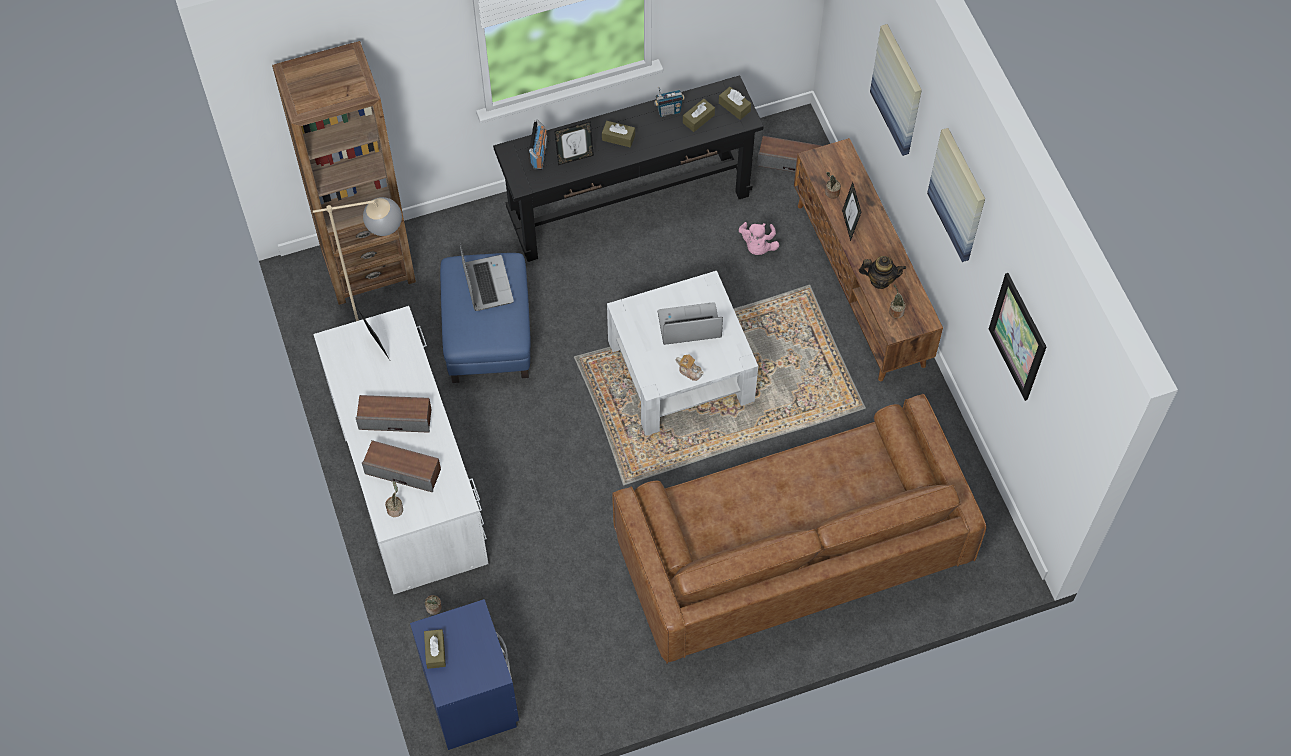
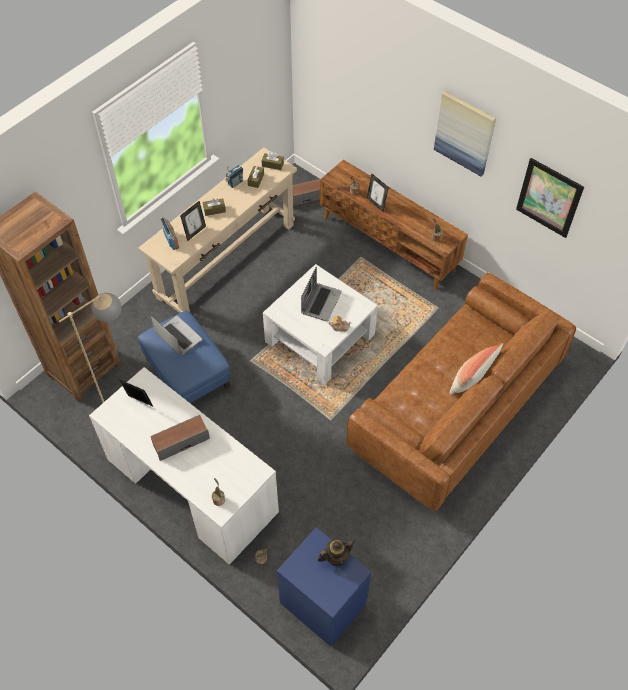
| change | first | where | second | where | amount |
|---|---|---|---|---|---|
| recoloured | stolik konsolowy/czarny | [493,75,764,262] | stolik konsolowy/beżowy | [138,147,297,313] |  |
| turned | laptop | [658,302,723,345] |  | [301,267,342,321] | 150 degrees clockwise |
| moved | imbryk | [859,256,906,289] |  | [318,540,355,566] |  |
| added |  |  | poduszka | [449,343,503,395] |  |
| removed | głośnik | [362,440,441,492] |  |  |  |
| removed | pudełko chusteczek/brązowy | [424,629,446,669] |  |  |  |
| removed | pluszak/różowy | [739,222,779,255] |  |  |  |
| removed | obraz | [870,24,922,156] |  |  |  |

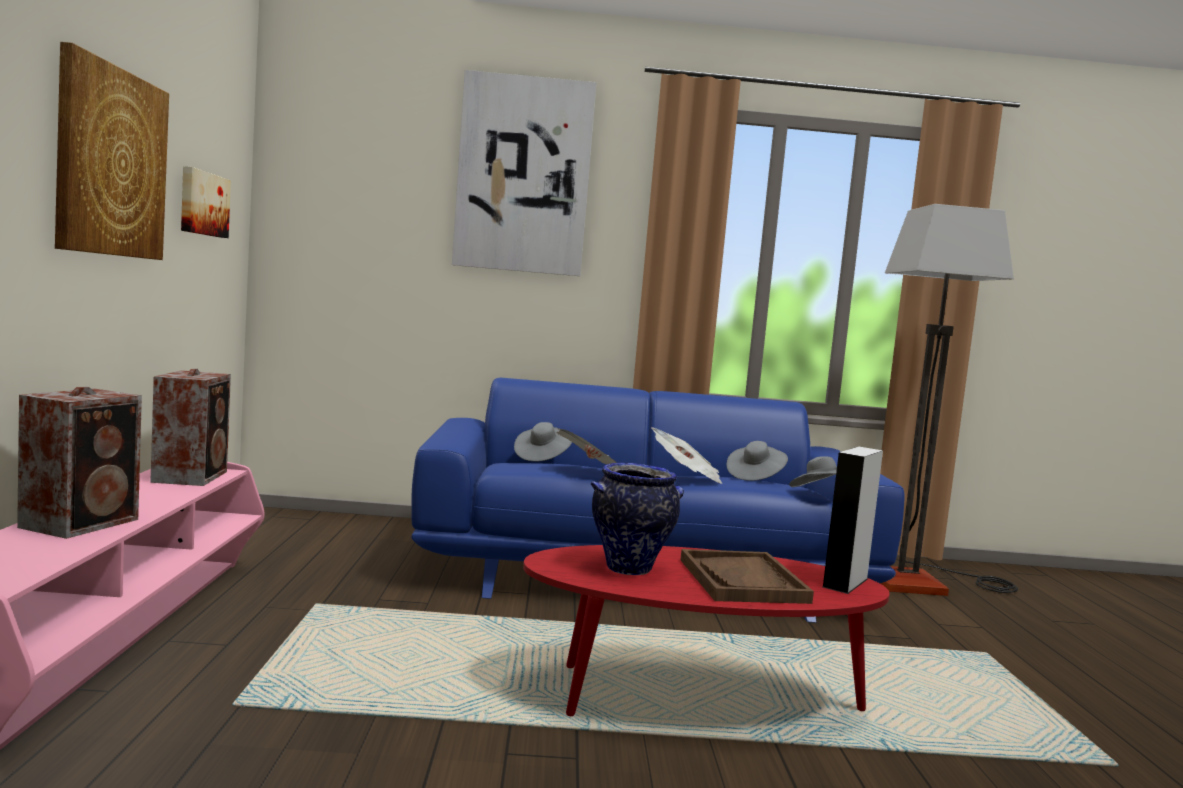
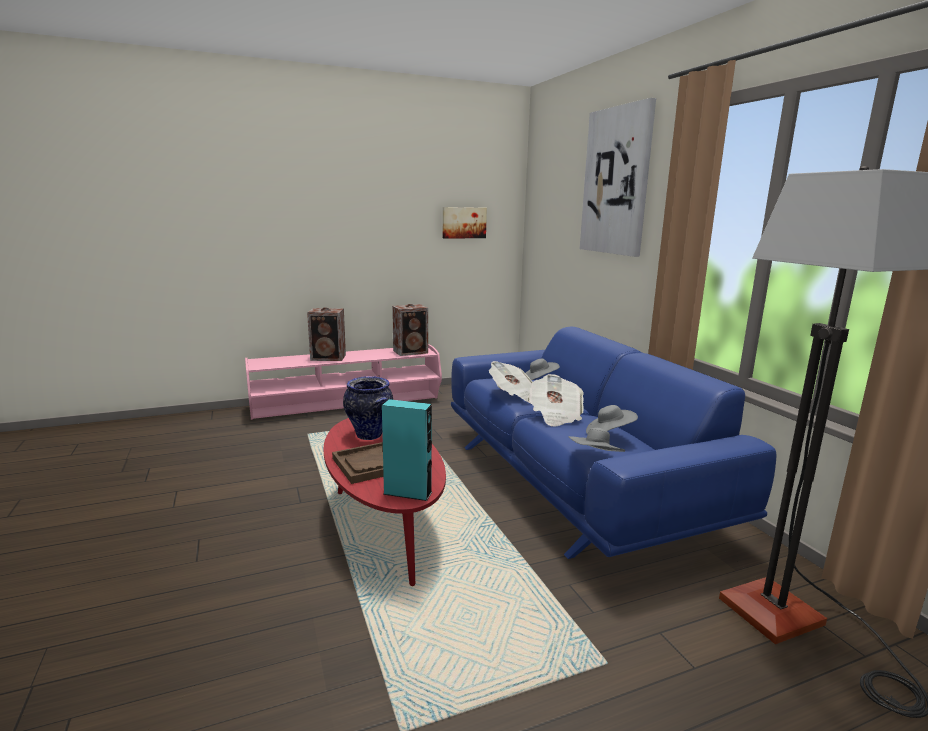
| change | first | where | second | where | amount |
|---|---|---|---|---|---|
| recoloured | głośnik/szary | [822,446,883,594] | głośnik/turkusowy | [382,399,432,501] |  |
| removed | obraz | [55,42,169,260] |  |  |  |

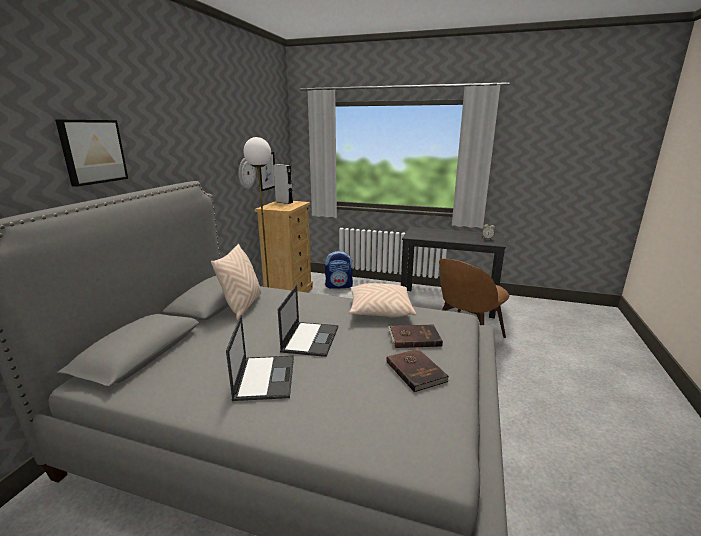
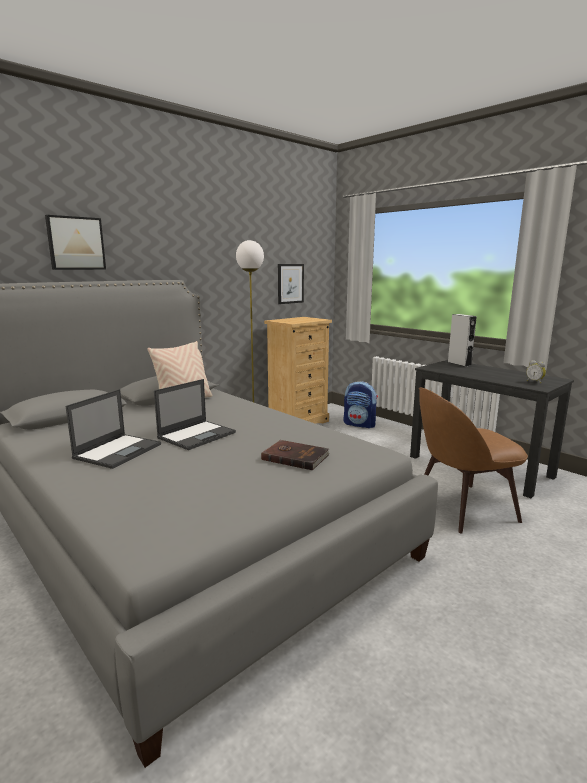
| change | first | where | second | where | amount |
|---|---|---|---|---|---|
| moved | głośnik/szary | [273,164,293,204] |  | [448,314,477,367] |  |
| removed | zegar ścienny | [239,158,256,189] |  |  |  |
| removed | poduszka/beżowy | [349,283,416,317] |  |  |  |
| removed | książka/brązowy | [386,348,449,392] |  |  |  |

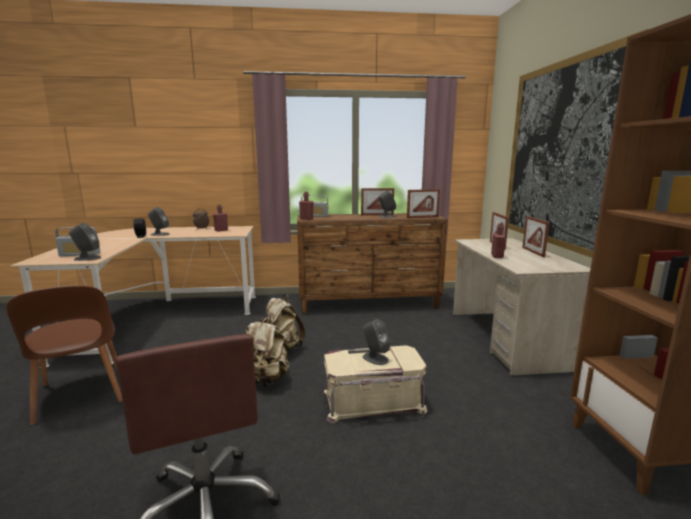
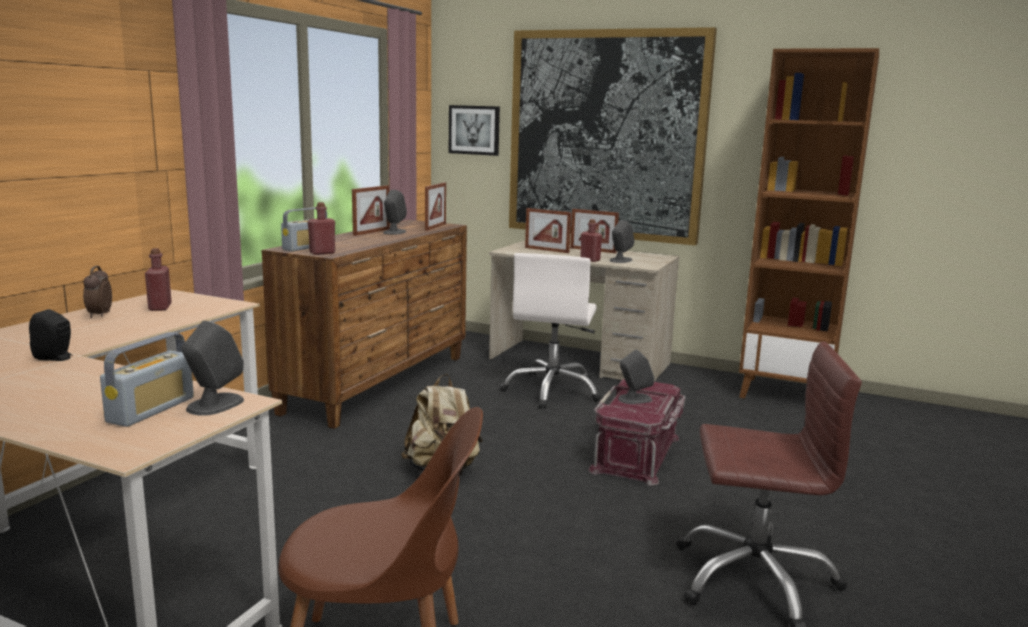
| change | first | where | second | where | amount |
|---|---|---|---|---|---|
| added |  |  | obraz | [449,105,500,156] |  |
| added |  |  | krzesło biurowe/biały | [500,253,602,409] |  |
| recoloured | pojemnik do przechowywania/beżowy | [322,345,428,423] | pojemnik do przechowywania/czerwony | [589,379,685,486] |  |
| moved | głośnik/szary | [148,207,169,236] |  | [609,220,634,263] |  |
| removed | plecak/beżowy | [246,315,289,387] |  |  |  |

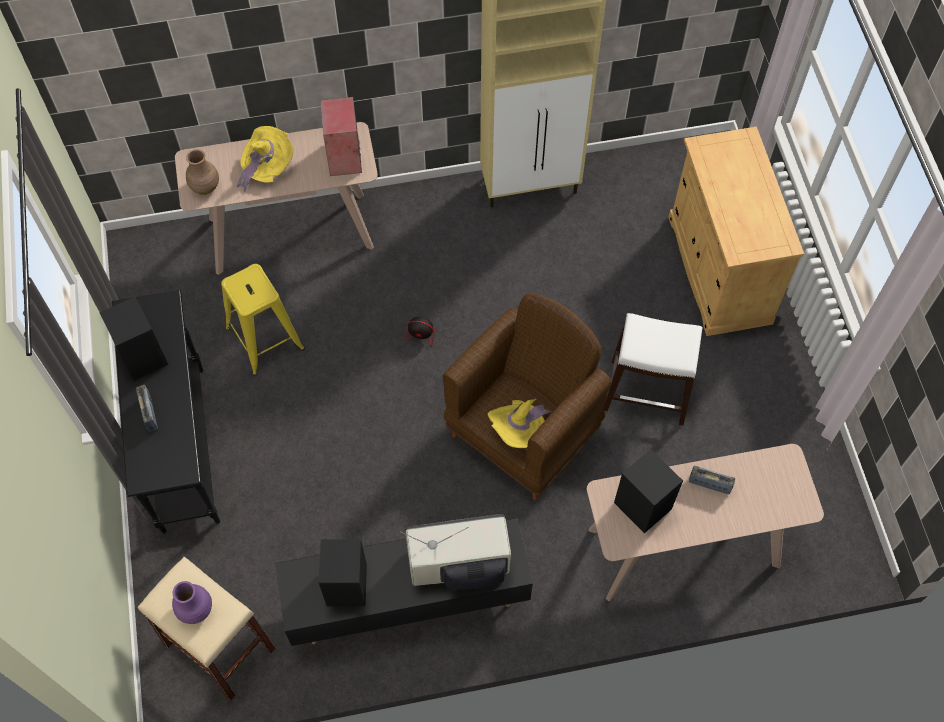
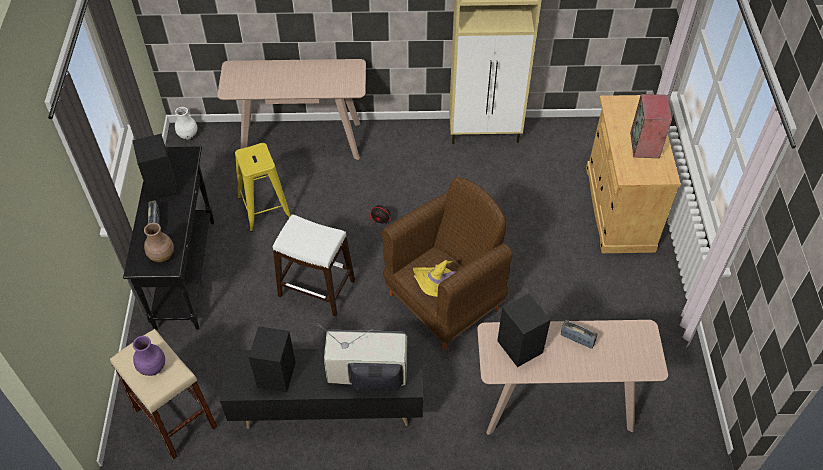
| change | first | where | second | where | amount |
|---|---|---|---|---|---|
| moved | wazon/brązowy | [186,149,219,195] |  | [144,223,174,262] |  |
| added |  |  | wazon/biały | [175,107,198,140] |  |
| moved | stołek/biały | [603,313,702,425] |  | [273,215,355,316] |  |
| moved | głośnik | [320,97,362,176] |  | [630,94,672,158] |  |
| removed | kapelusz/żółty | [237,126,293,192] |  |  |  |

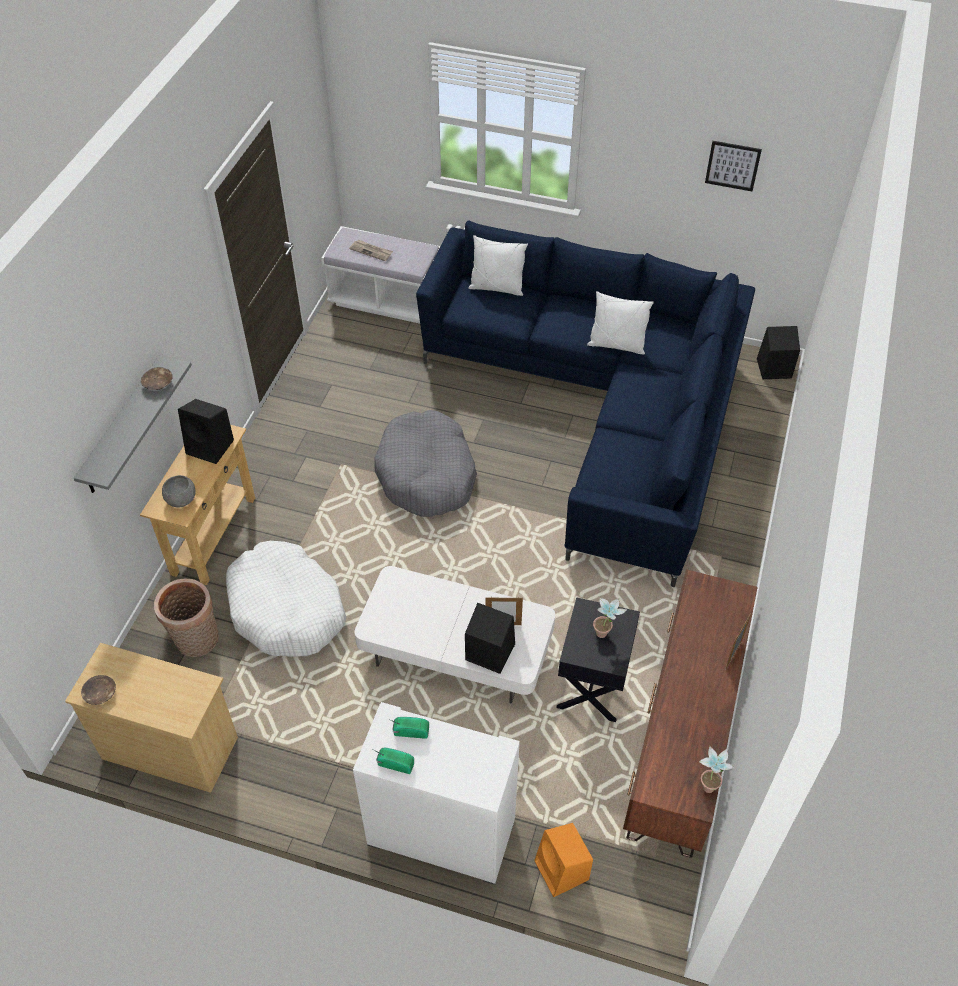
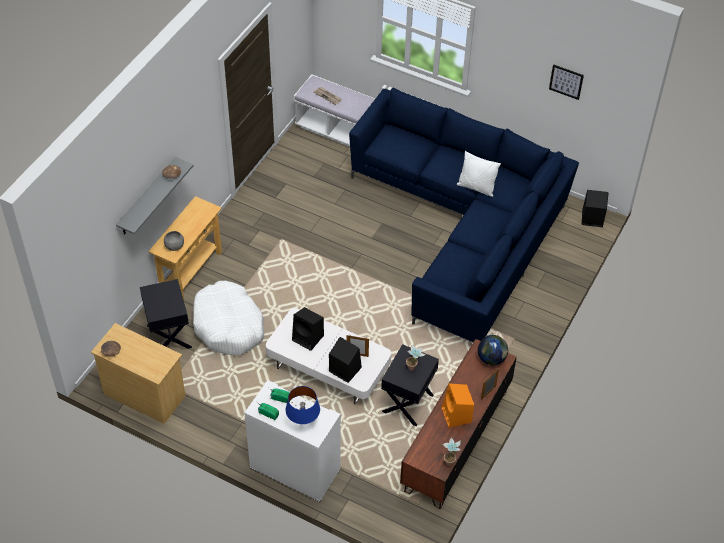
| change | first | where | second | where | amount |
|---|---|---|---|---|---|
| replaced | koszyk | [154,579,219,657] | stolik/czarny | [140,279,192,349] |  |
| added |  |  | lampa stołowa/niebieski | [286,386,320,424] |  |
| moved | głośnik/czarny | [178,399,234,464] |  | [292,307,324,351] |  |
| moved | głośnik/pomarańczowy | [534,823,593,897] |  | [441,384,474,428] |  |
| added |  |  | globus | [478,335,508,365] |  |
| removed | legowisko/szary | [374,410,477,517] |  |  |  |
| removed | poduszka/biały | [468,235,528,296] |  |  |  |

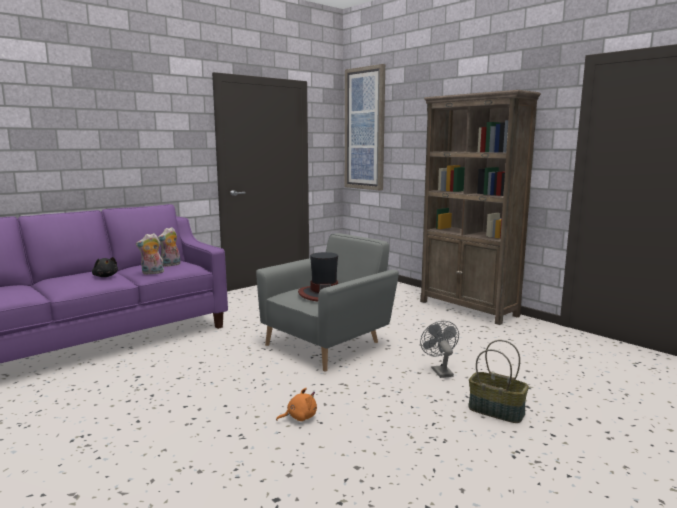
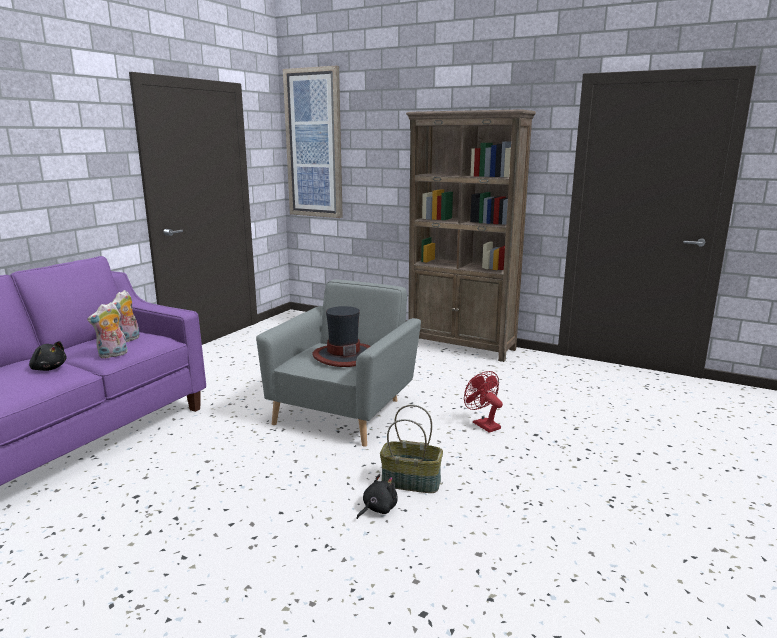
| change | first | where | second | where | amount |
|---|---|---|---|---|---|
| recoloured | pluszak/pomarańczowy | [276,388,317,421] | pluszak/czarny | [356,474,397,519] |  |
| moved | koszyk | [469,340,529,423] |  | [380,405,443,493] |  |
| recoloured | wentylator/szary | [420,321,459,378] | wentylator/czerwony | [464,371,503,433] |  |

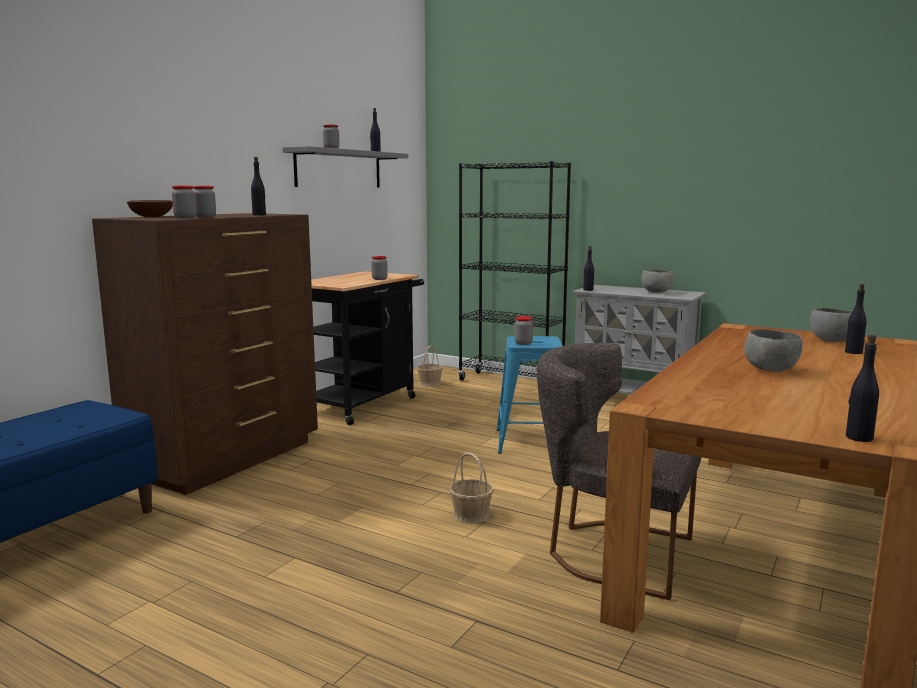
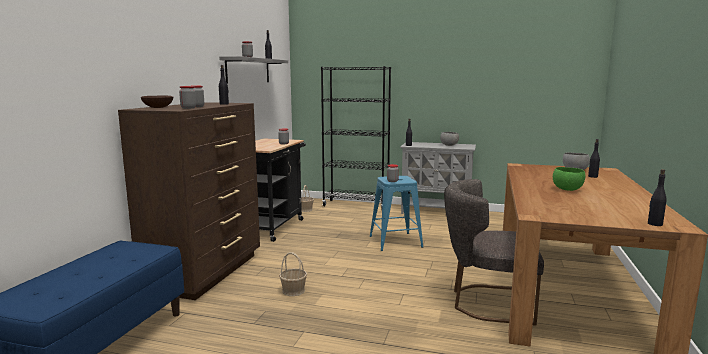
| change | first | where | second | where | amount |
|---|---|---|---|---|---|
| moved | koszyk | [449,452,494,523] |  | [279,252,307,296] |  |
| recoloured | miska/szary | [744,329,802,372] | miska/zielony | [553,167,585,191] |  |

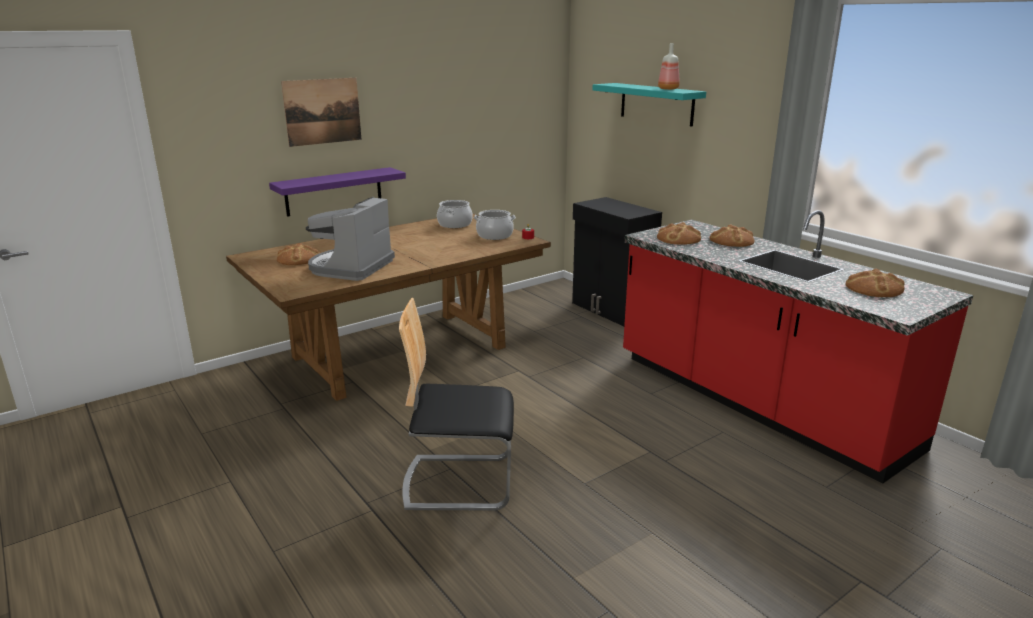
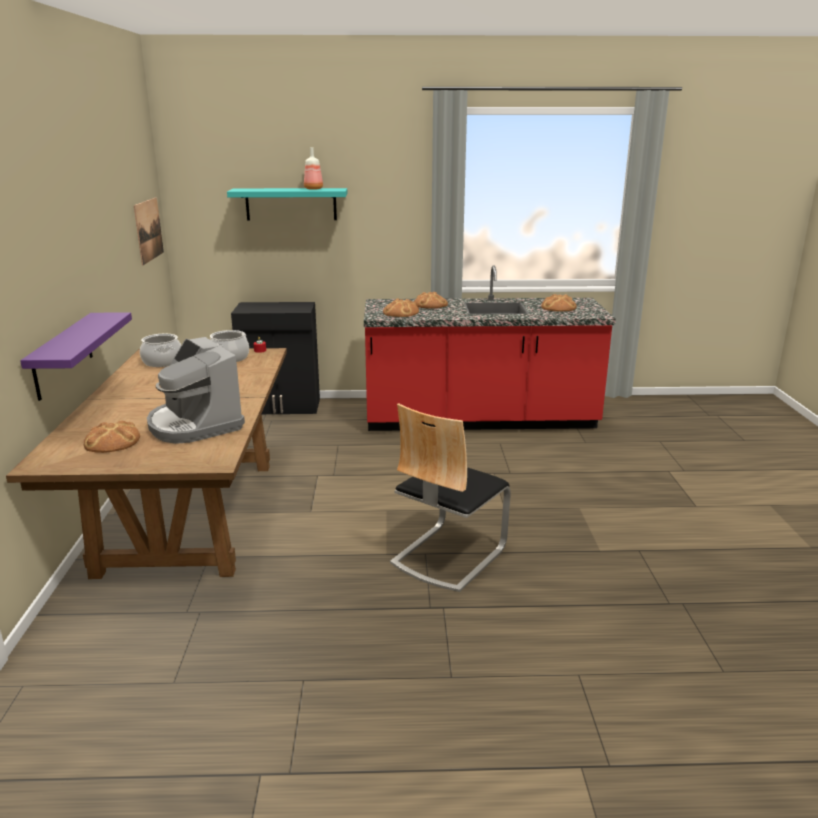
| change | first | where | second | where | amount |
|---|---|---|---|---|---|
| moved | obraz | [281,78,362,147] |  | [134,197,164,265] |  |

